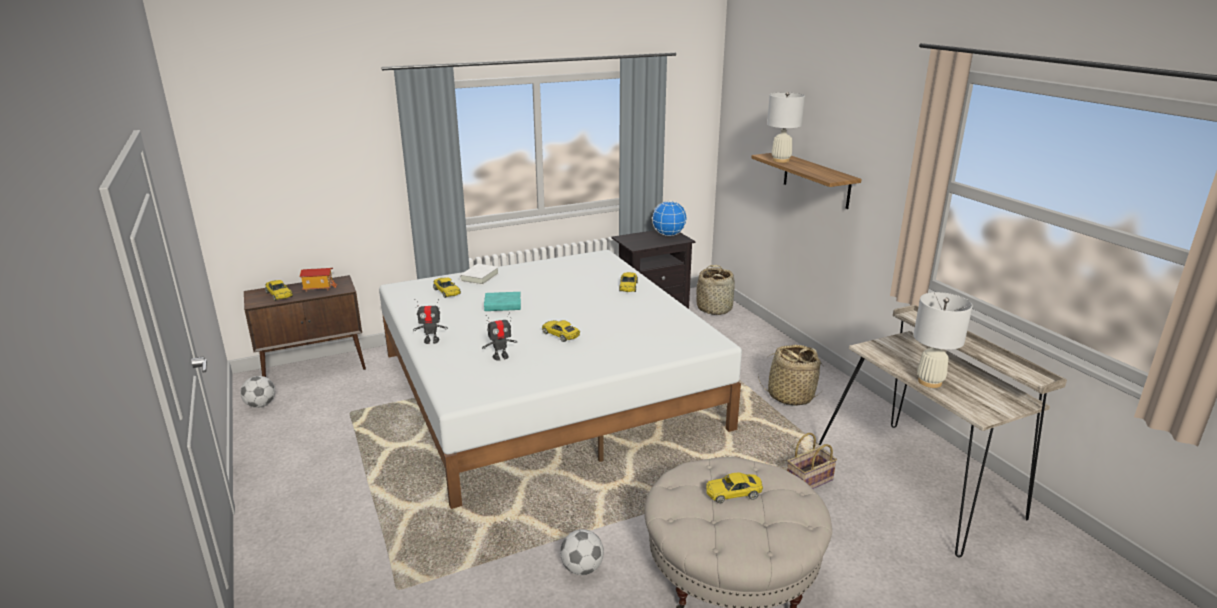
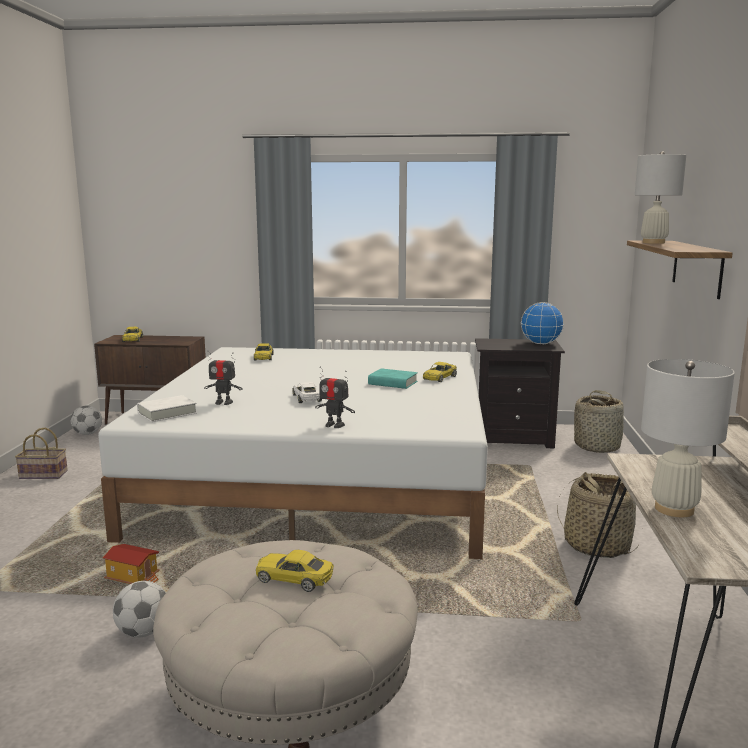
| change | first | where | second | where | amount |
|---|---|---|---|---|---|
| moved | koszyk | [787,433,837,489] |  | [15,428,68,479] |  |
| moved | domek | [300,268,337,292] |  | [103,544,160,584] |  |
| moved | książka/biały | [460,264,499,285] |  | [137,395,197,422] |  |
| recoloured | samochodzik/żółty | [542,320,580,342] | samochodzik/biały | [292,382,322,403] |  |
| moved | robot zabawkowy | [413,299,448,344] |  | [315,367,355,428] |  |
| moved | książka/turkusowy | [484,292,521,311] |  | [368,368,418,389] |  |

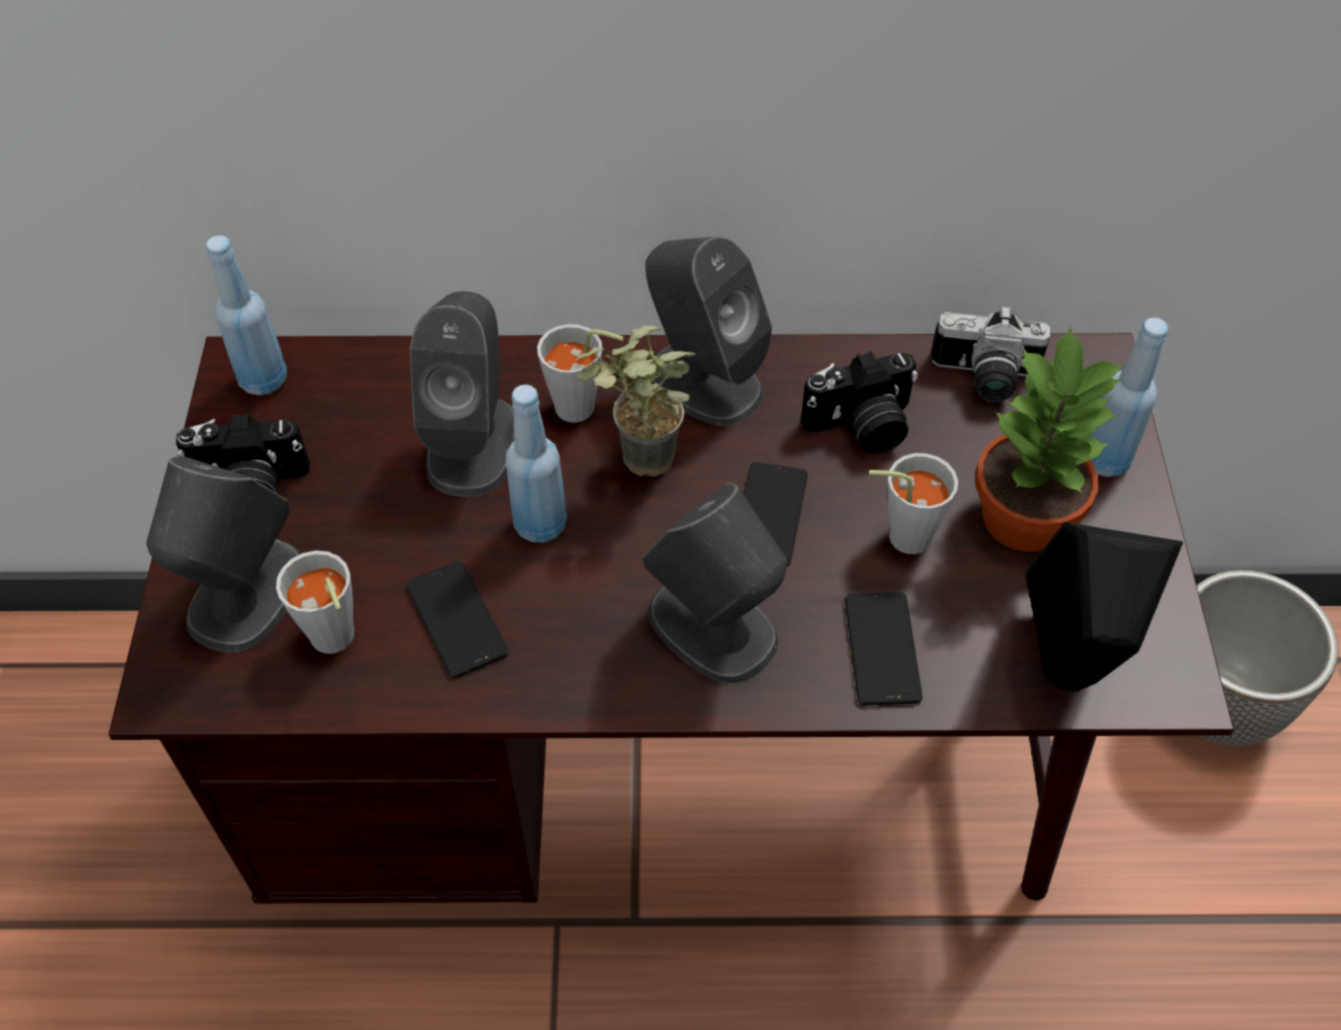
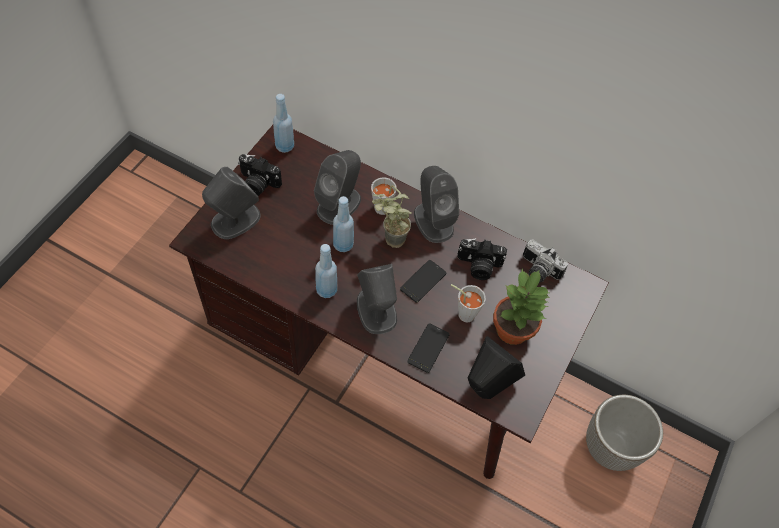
| change | first | where | second | where | amount |
|---|---|---|---|---|---|
| moved | butelka/niebieski | [1089,318,1169,477] |  | [315,244,337,298] |  |
| removed | filiżanka/szary | [276,551,354,654] |  |  |  |
| removed | telefon | [406,561,508,679] |  |  |  |

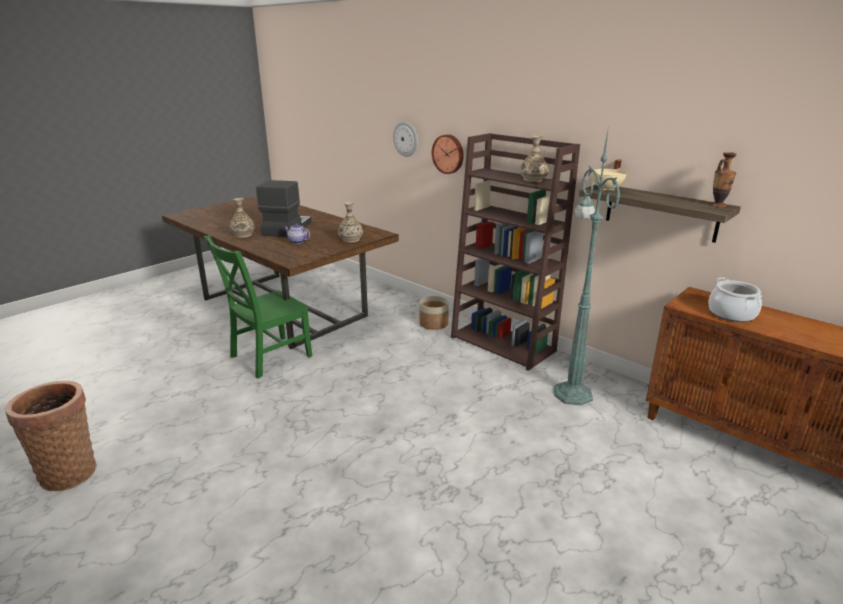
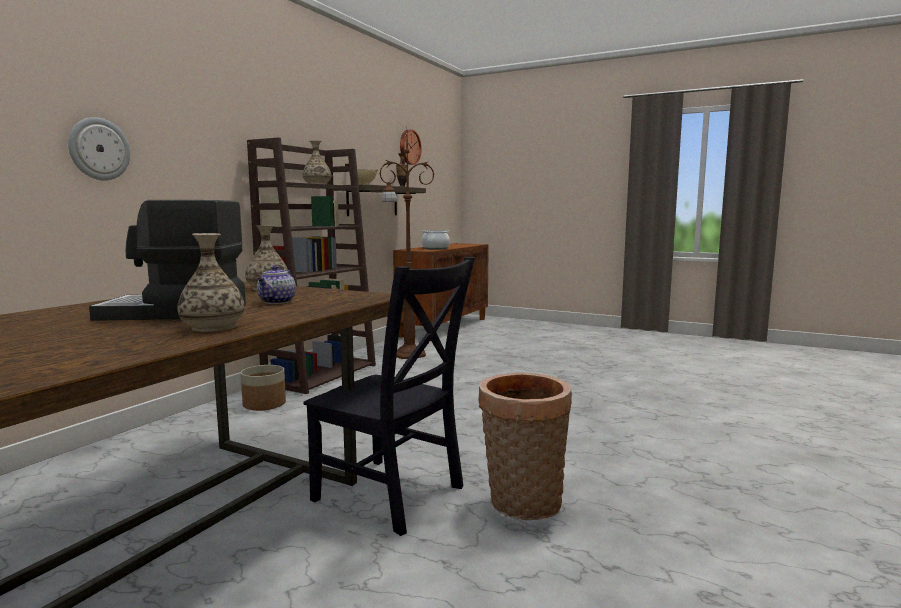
| change | first | where | second | where | amount |
|---|---|---|---|---|---|
| recoloured | krzesło/zielony | [204,235,312,379] | krzesło/czarny | [303,257,476,536] |  |
| recoloured | lampa stojąca/zielony | [554,131,620,405] | lampa stojąca/brązowy | [379,137,435,359] |  |
| moved | zegar ścienny | [432,134,464,174] |  | [400,129,422,165] |  |
| moved | koszyk | [5,381,97,491] |  | [479,373,572,520] |  |

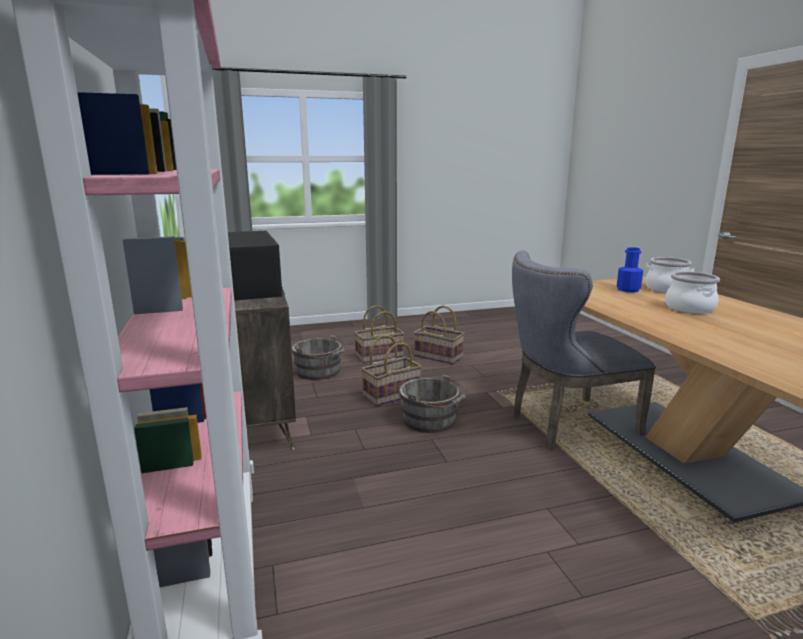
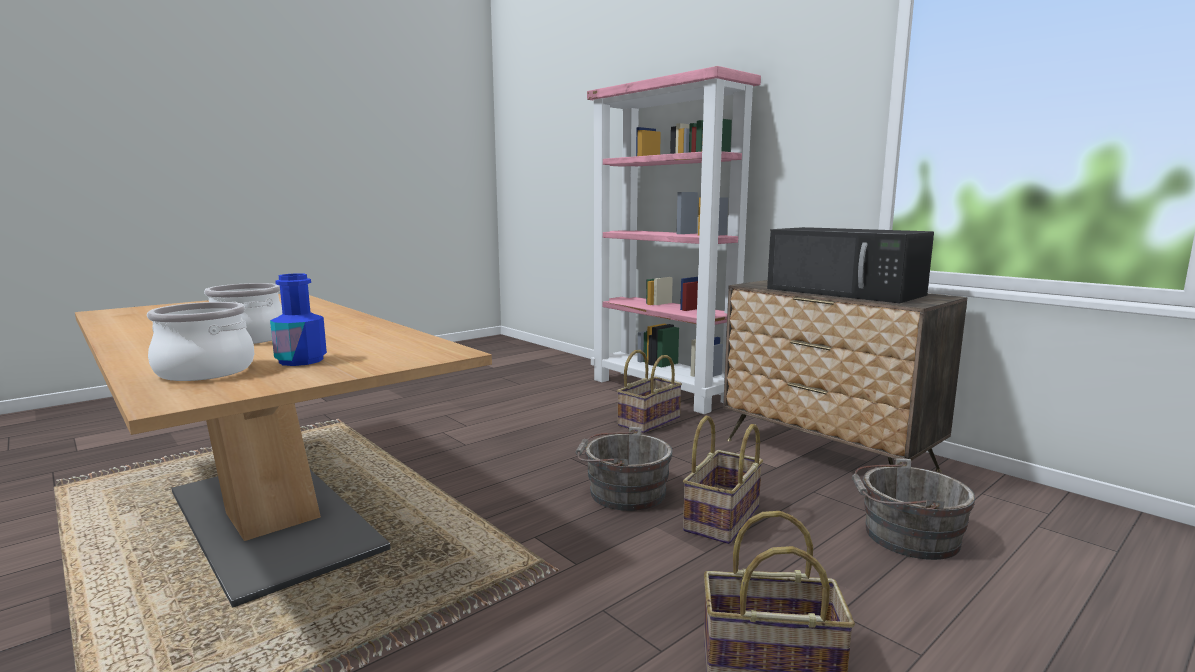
| change | first | where | second | where | amount |
|---|---|---|---|---|---|
| moved | koszyk | [354,305,404,363] |  | [617,350,682,433] |  |
| removed | krzesło/szary | [512,250,656,450] |  |  |  |

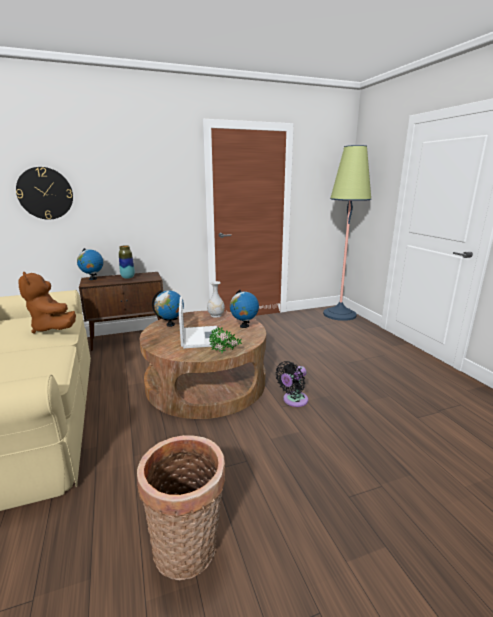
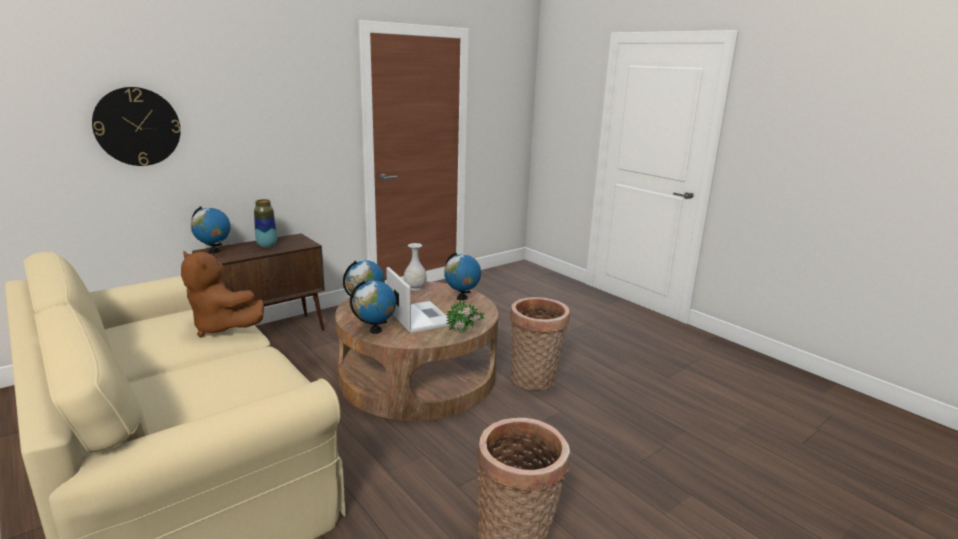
| change | first | where | second | where | amount |
|---|---|---|---|---|---|
| added |  |  | globus | [350,280,396,334] |  |
| replaced | wentylator/czarny | [275,361,308,407] | koszyk | [510,297,570,390] |  |
| removed | lampa stojąca | [323,145,371,321] |  |  |  |

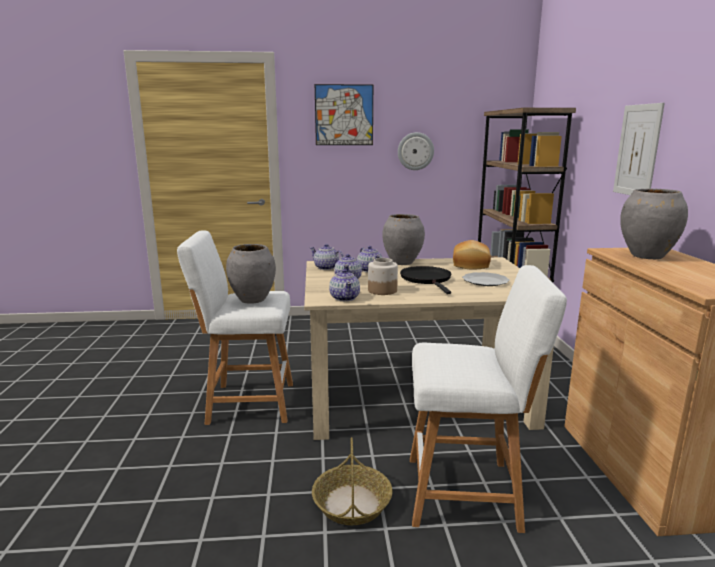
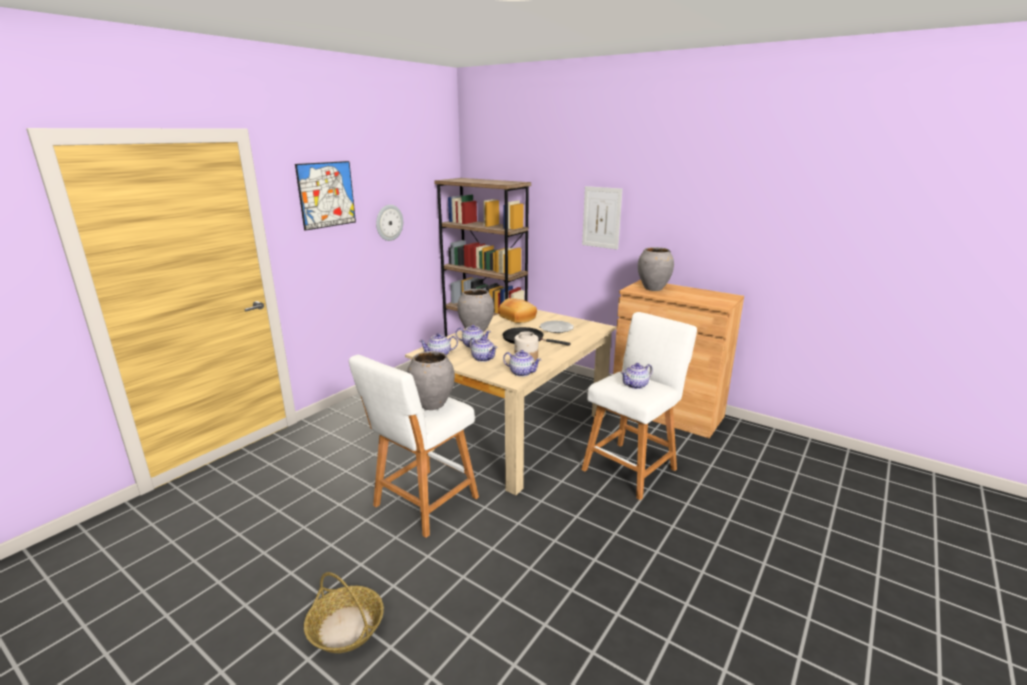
| change | first | where | second | where | amount |
|---|---|---|---|---|---|
| moved | koszyk | [312,437,392,525] |  | [304,572,384,653] |  |
| added |  |  | imbryk | [621,363,653,389] |  |

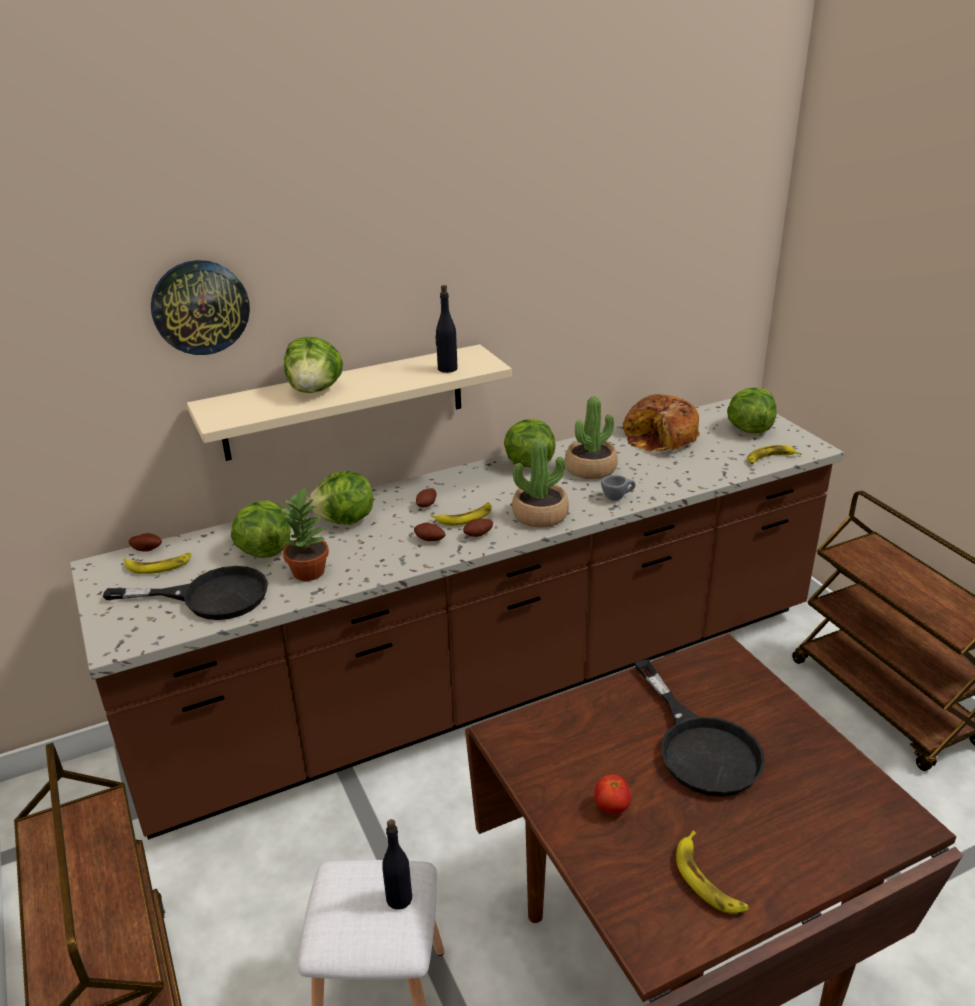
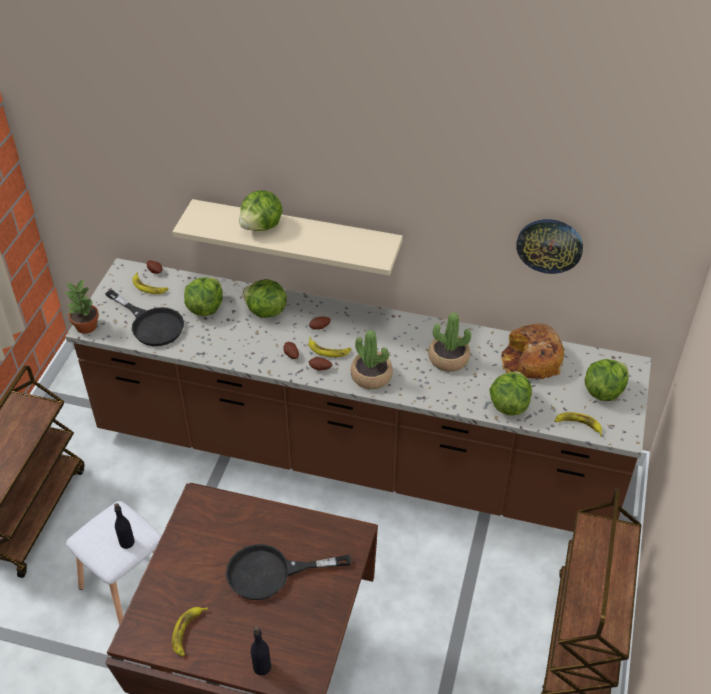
| change | first | where | second | where | amount |
|---|---|---|---|---|---|
| moved | roślina doniczkowa | [280,487,329,581] |  | [64,280,99,334] |  |
| turned | patelnia/czarny | [635,660,765,797] |  | [226,544,351,600] | 60 degrees clockwise |
| moved | butelka/czarny | [435,285,458,373] |  | [251,626,271,676] |  |
| moved | sałata | [504,419,555,467] |  | [489,371,532,416] |  |
| moved | zegar ścienny | [151,260,250,355] |  | [516,219,583,274] |  |
| removed | pomidor | [594,775,631,814] |  |  |  |
| removed | filiżanka/szary | [601,475,636,501] |  |  |  |

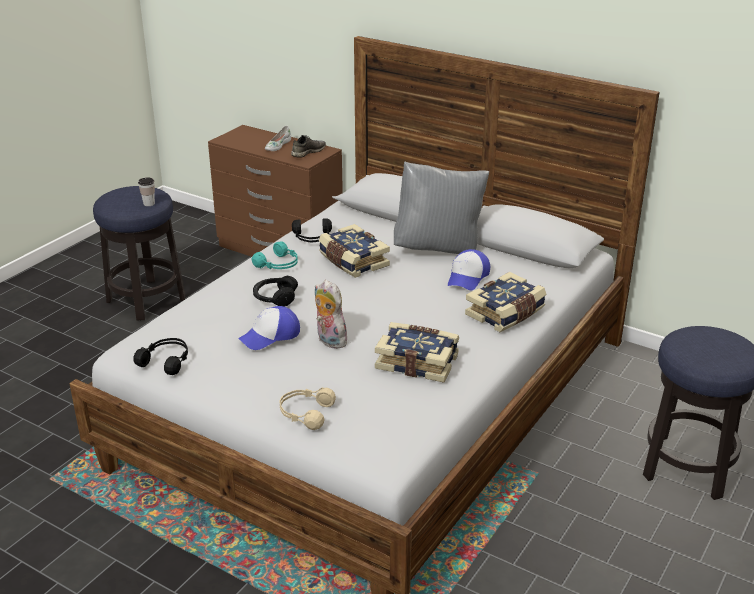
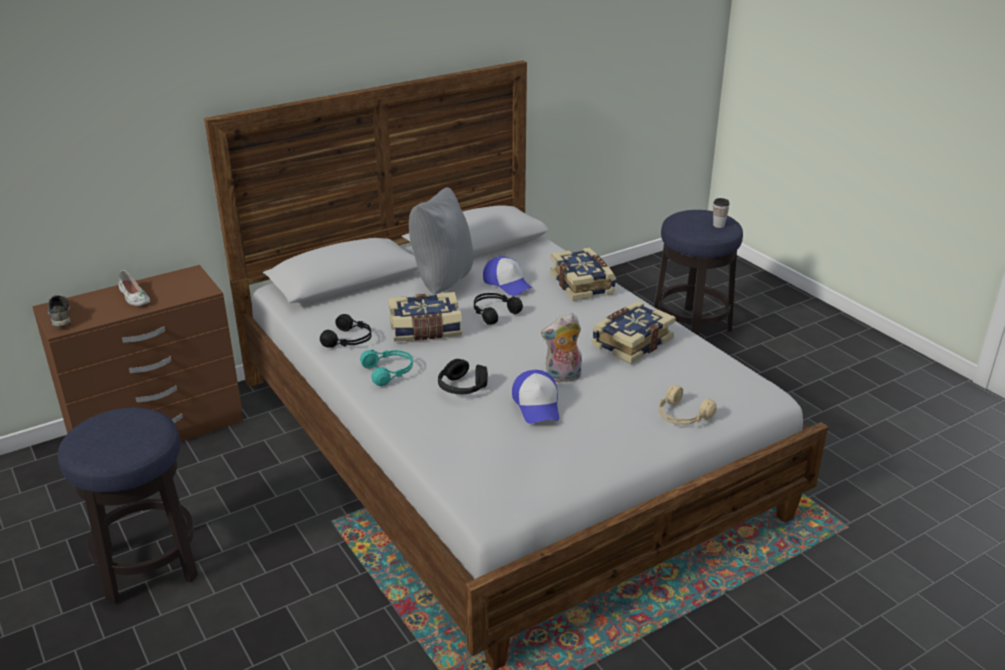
| change | first | where | second | where | amount |
|---|---|---|---|---|---|
| moved | but/szary | [291,135,326,158] |  | [48,295,71,327] |  |
| moved | słuchawki/czarny | [133,338,188,375] |  | [474,293,523,325] |  |
| moved | filiżanka | [138,177,155,206] |  | [713,198,730,228] |  |

